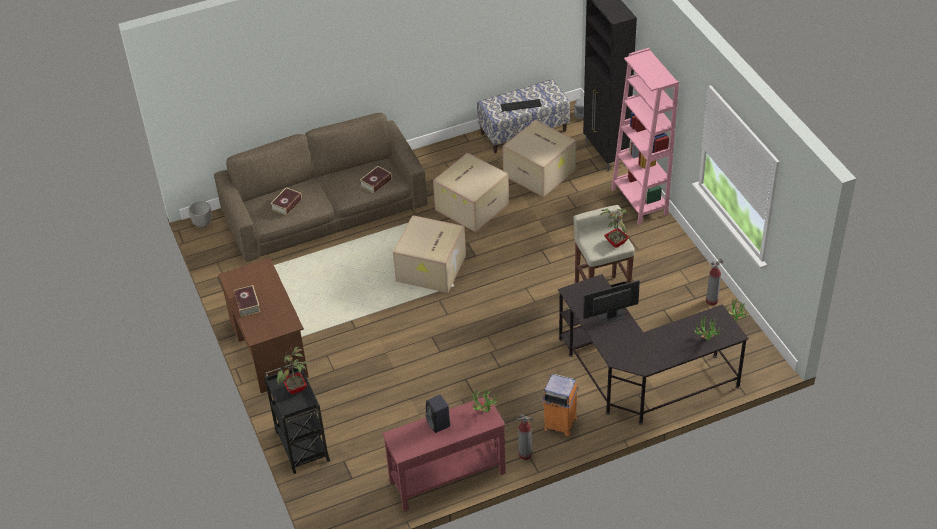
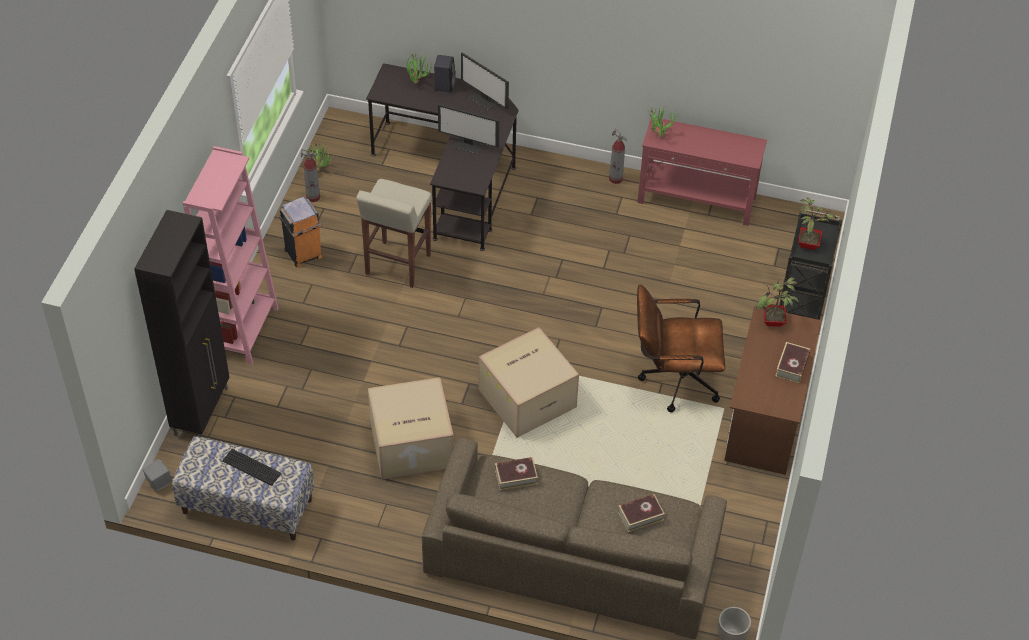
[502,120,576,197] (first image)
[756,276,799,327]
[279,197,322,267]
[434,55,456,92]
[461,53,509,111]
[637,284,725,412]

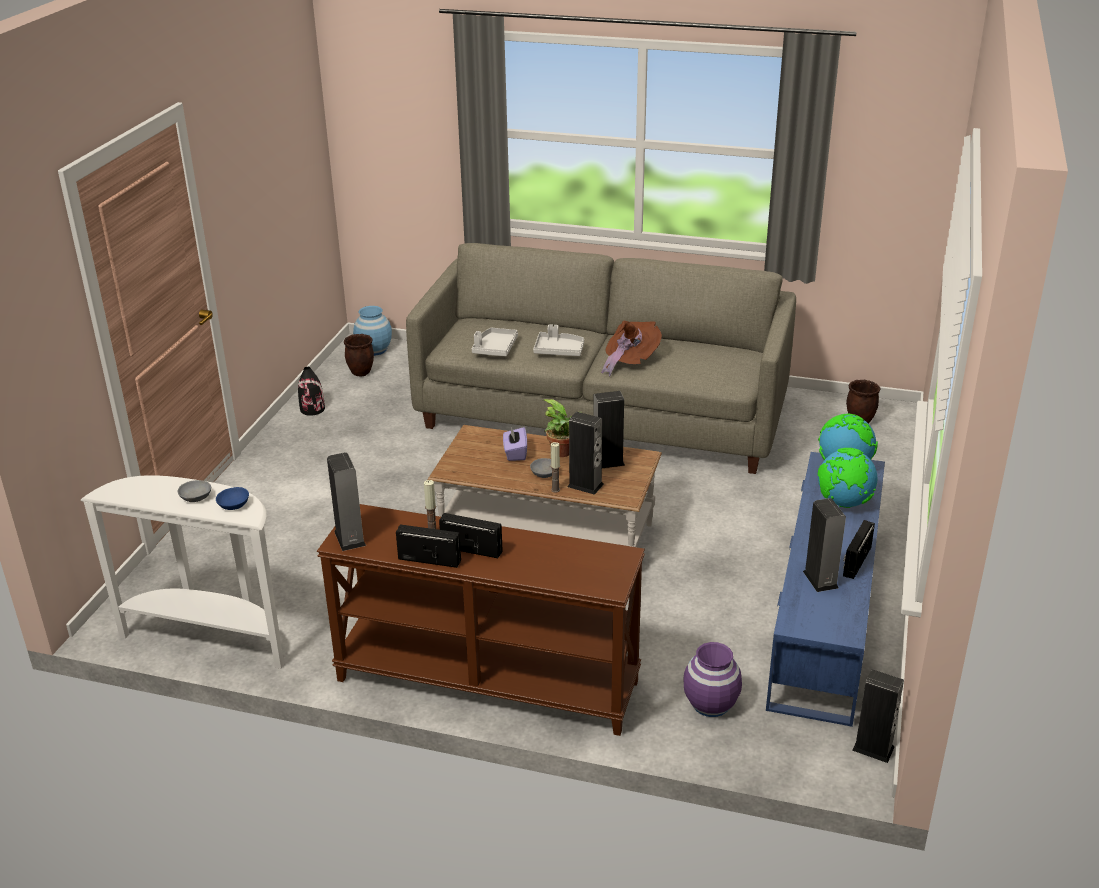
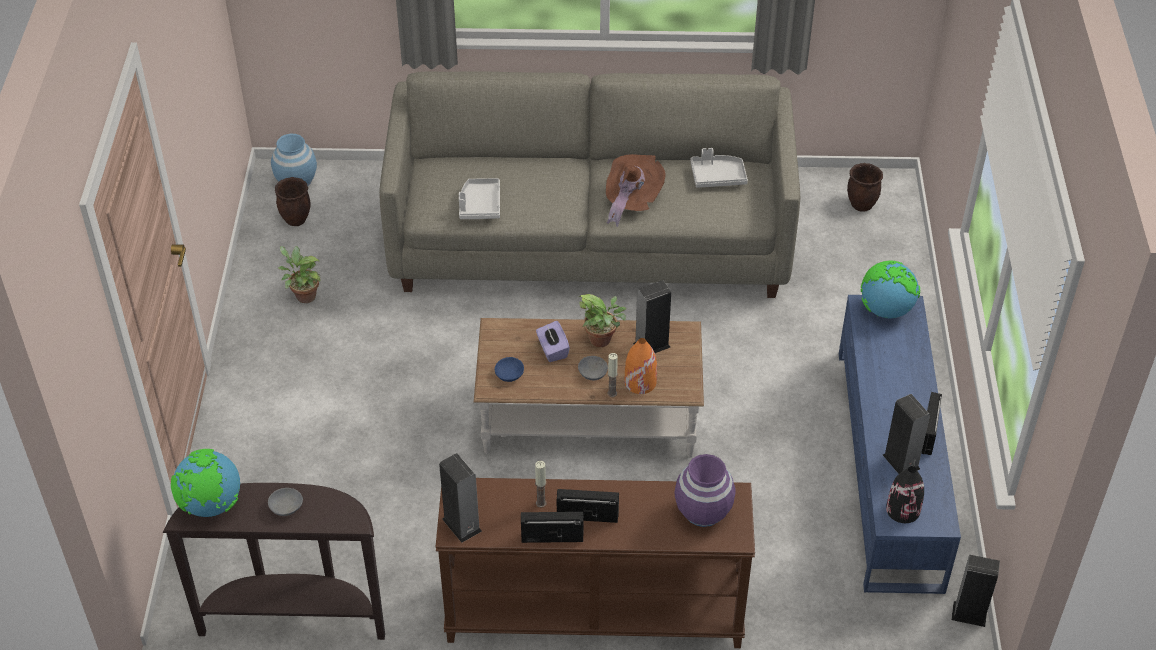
[690,148,748,188]
[886,466,924,523]
[625,338,657,394]
[171,449,240,517]
[162,483,385,640]
[495,357,524,382]
[674,454,736,527]
[278,246,320,303]

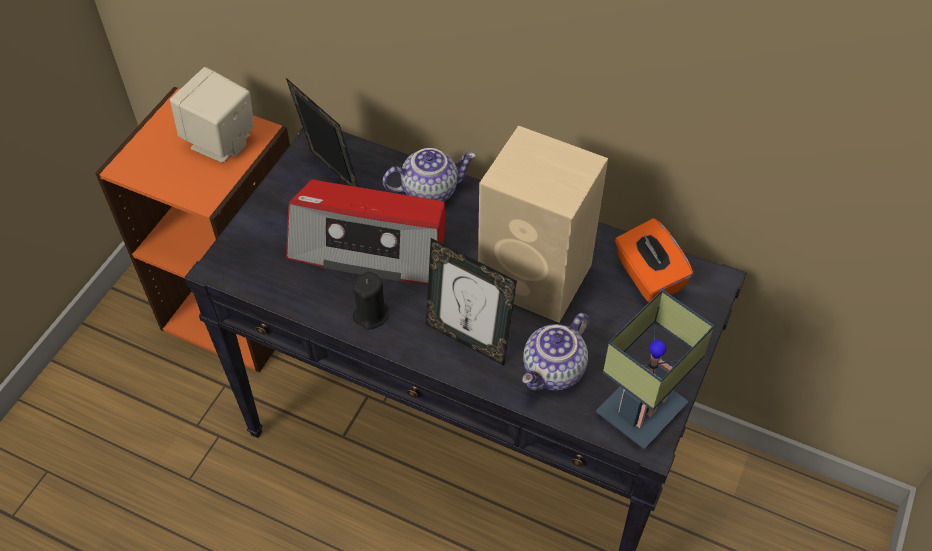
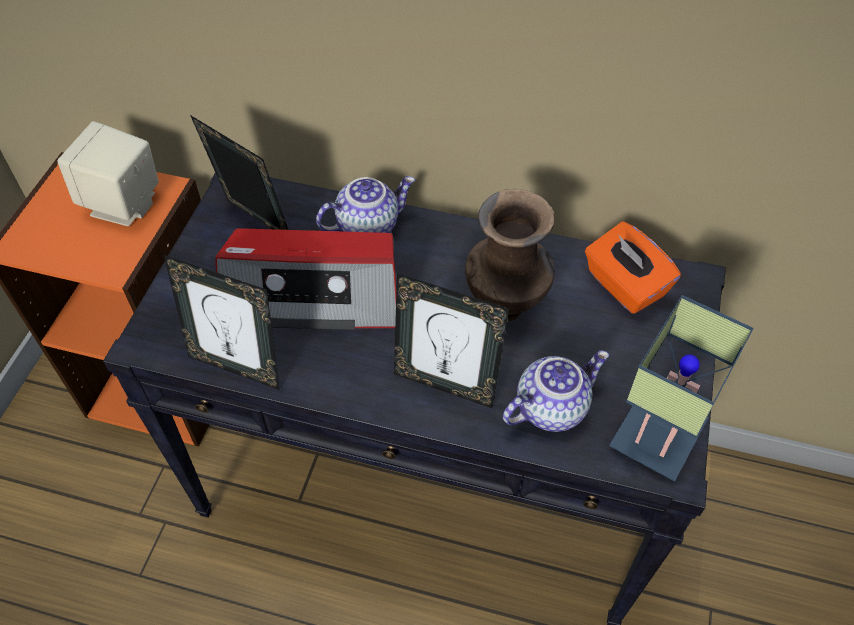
[465,189,555,321]
[353,272,388,330] (first image)
[503,351,609,432]
[164,255,280,390]

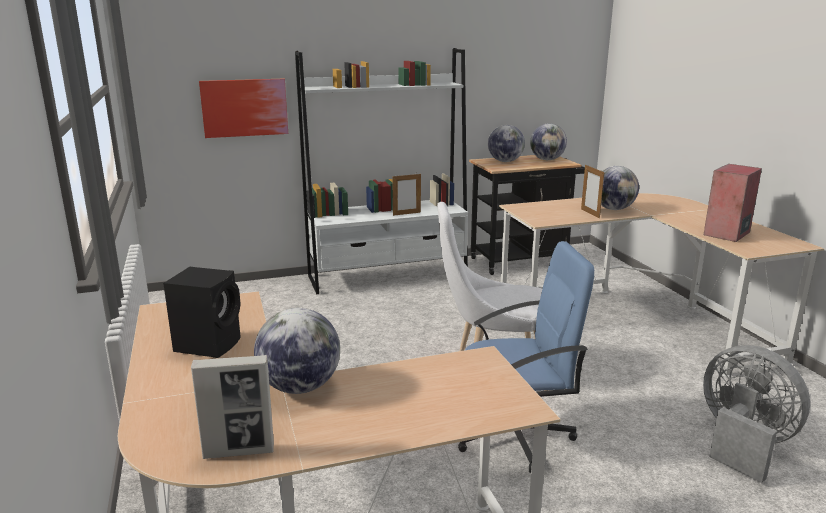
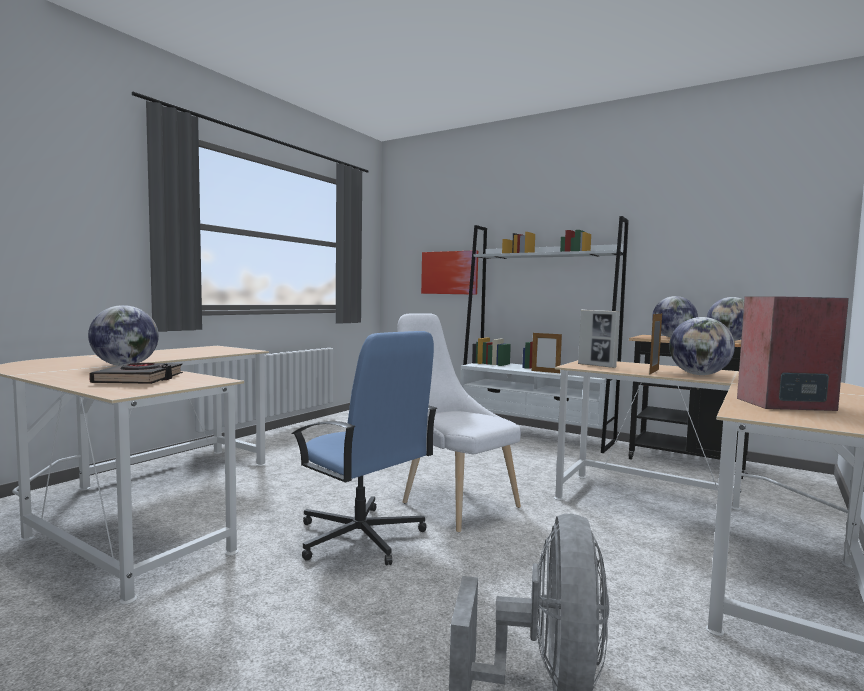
[163,267,241,358] (first image)
[578,309,620,368]
[89,363,183,384]

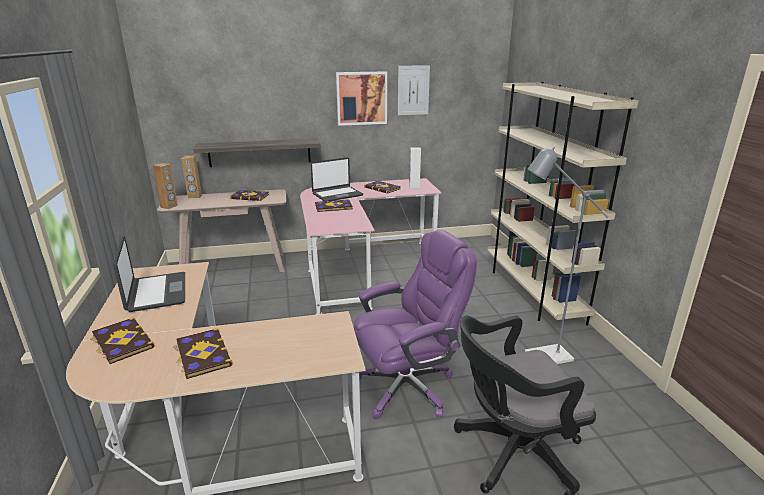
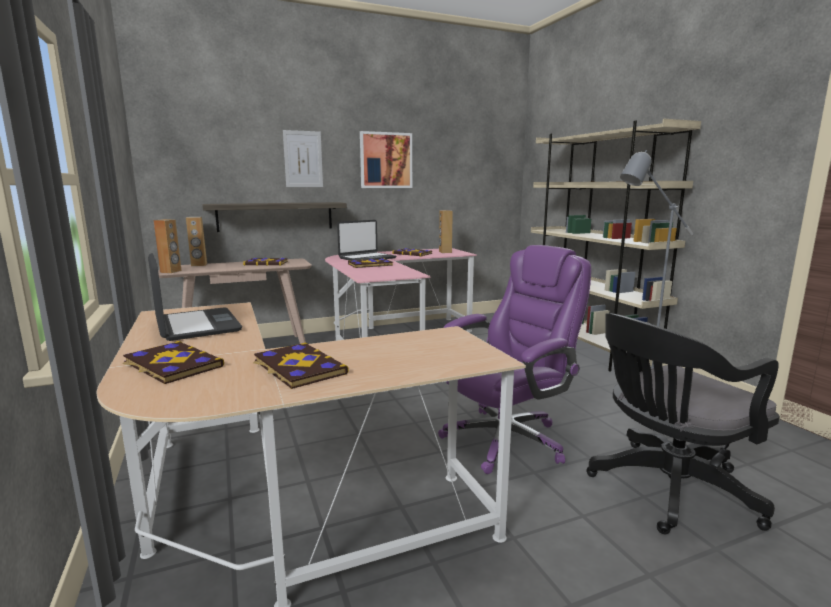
[283,130,323,187]
[439,210,453,253]

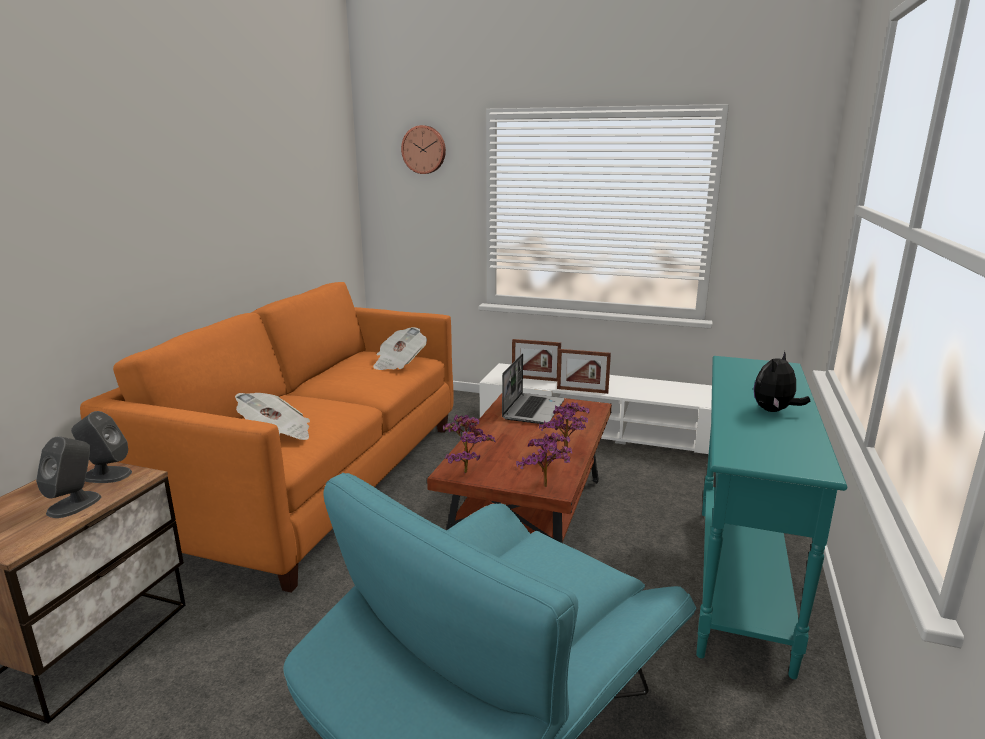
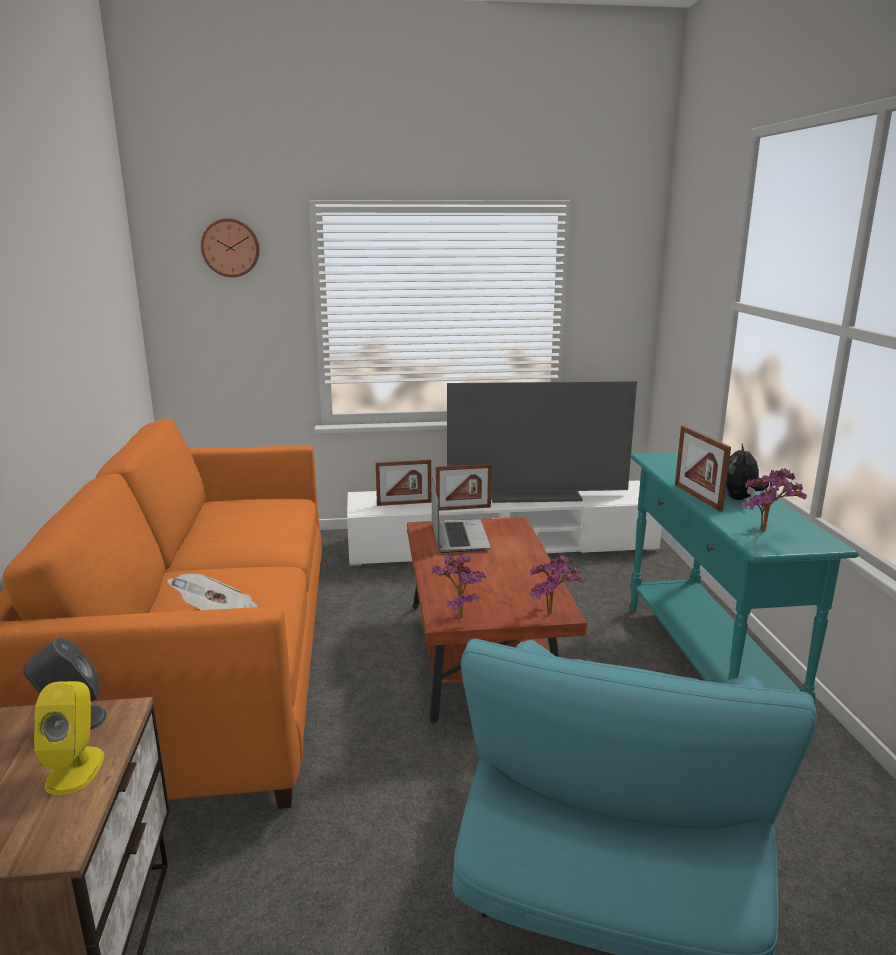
[373,327,427,370] (first image)
[742,468,807,532]
[34,681,104,795]
[447,381,637,503]
[675,426,731,511]

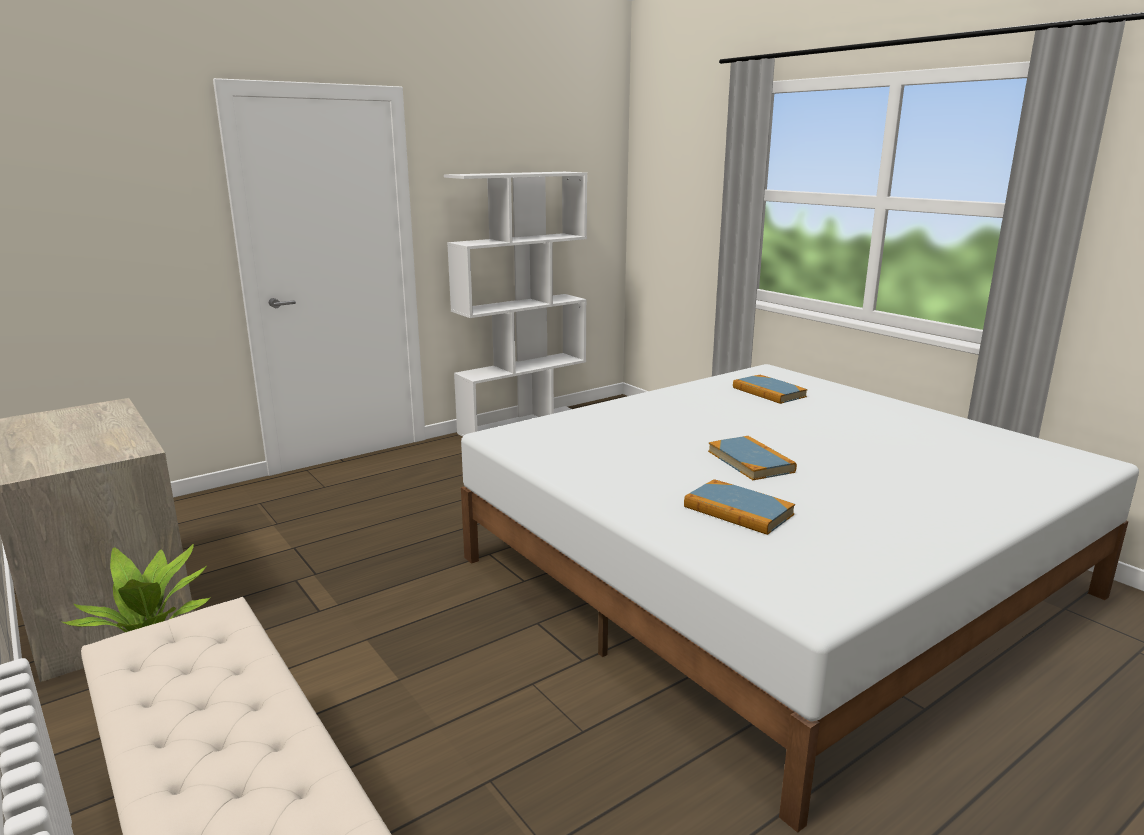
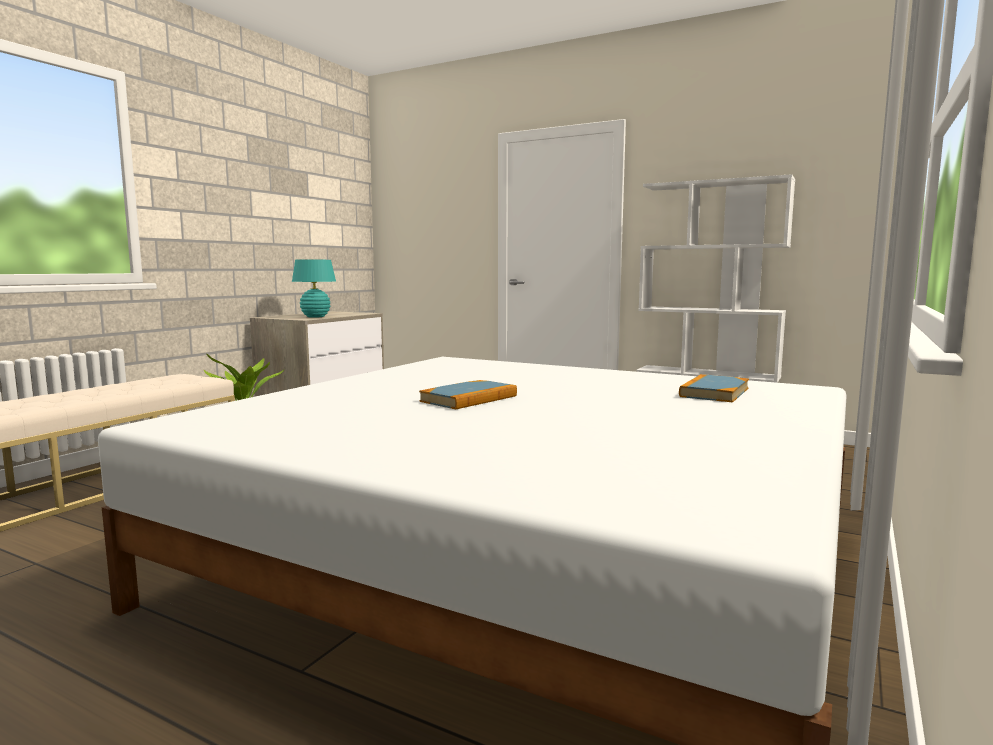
[684,479,795,535] (first image)
[292,260,336,318]

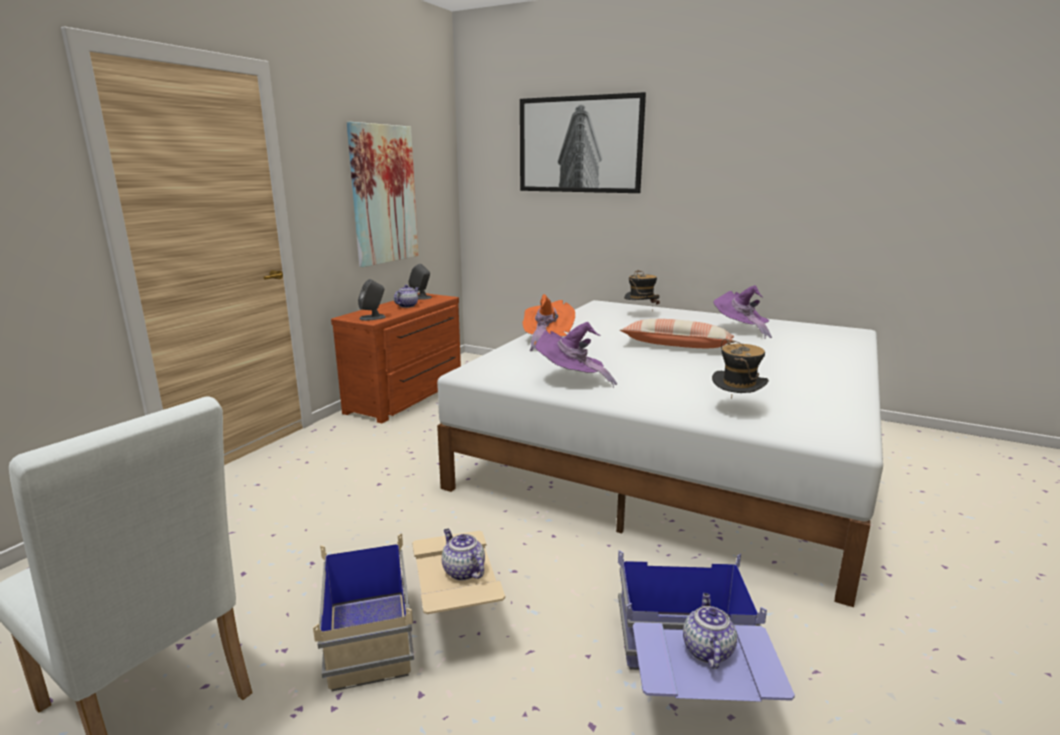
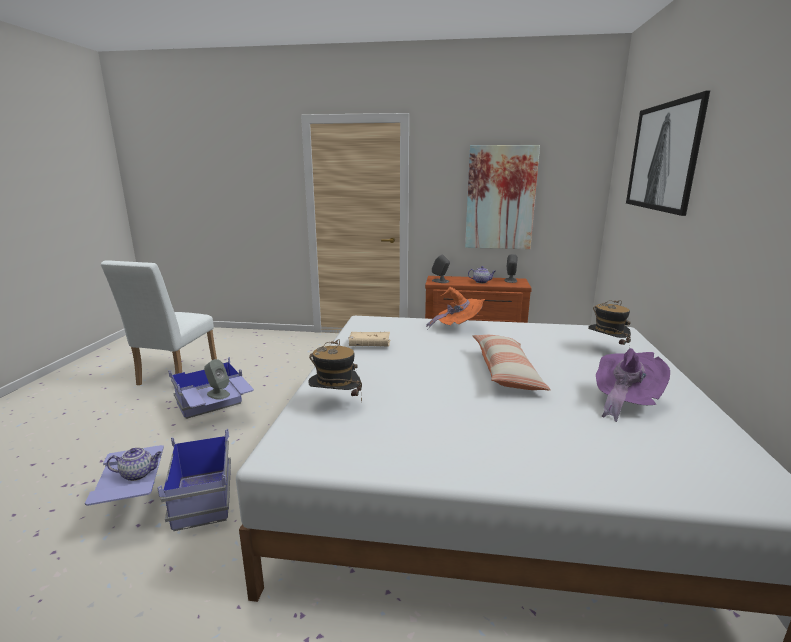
[348,332,390,346]
[204,359,230,400]
[168,357,254,419]

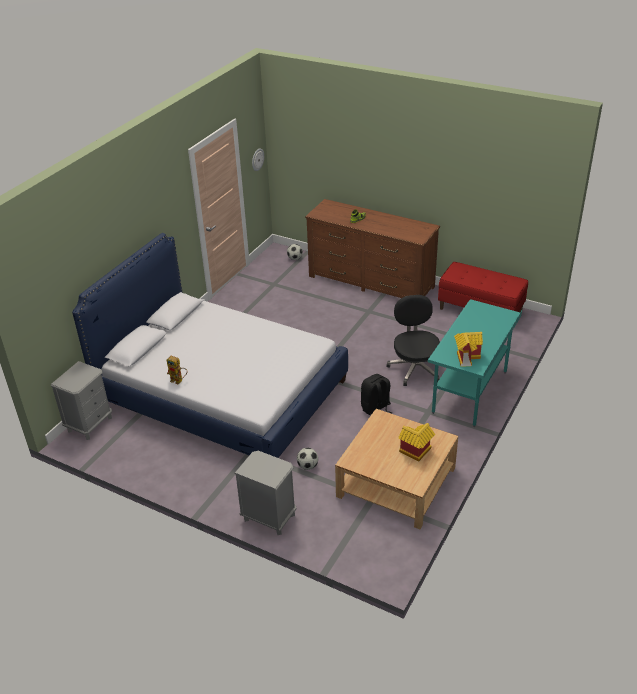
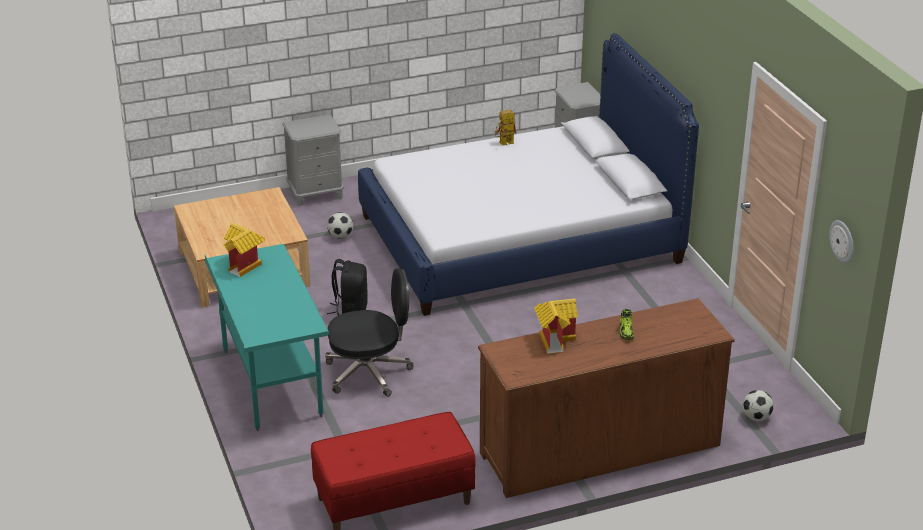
[325,268,413,397]
[534,298,578,354]

